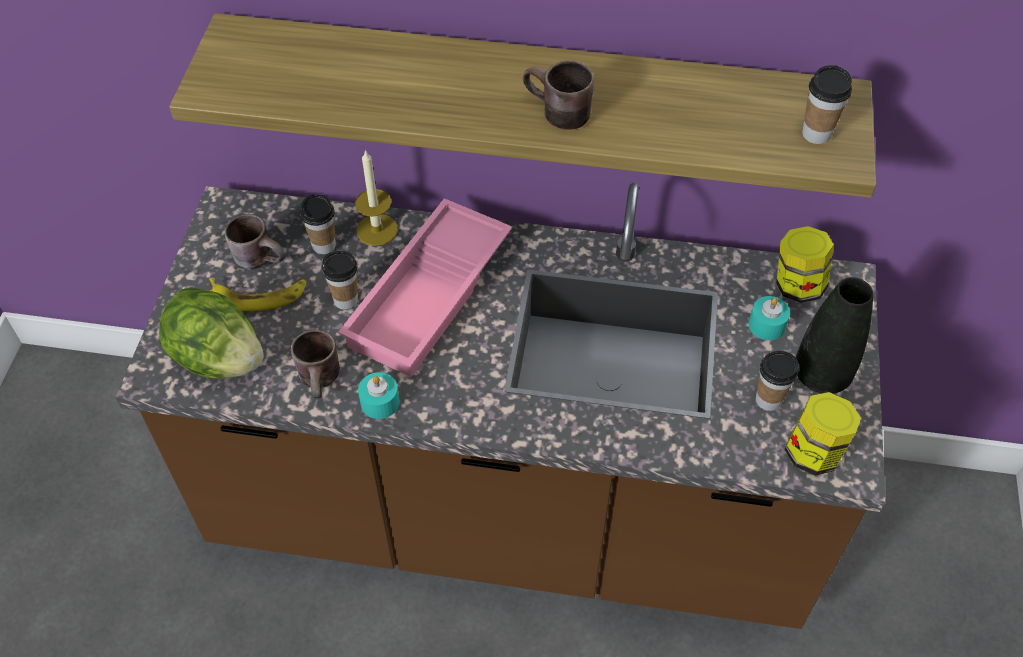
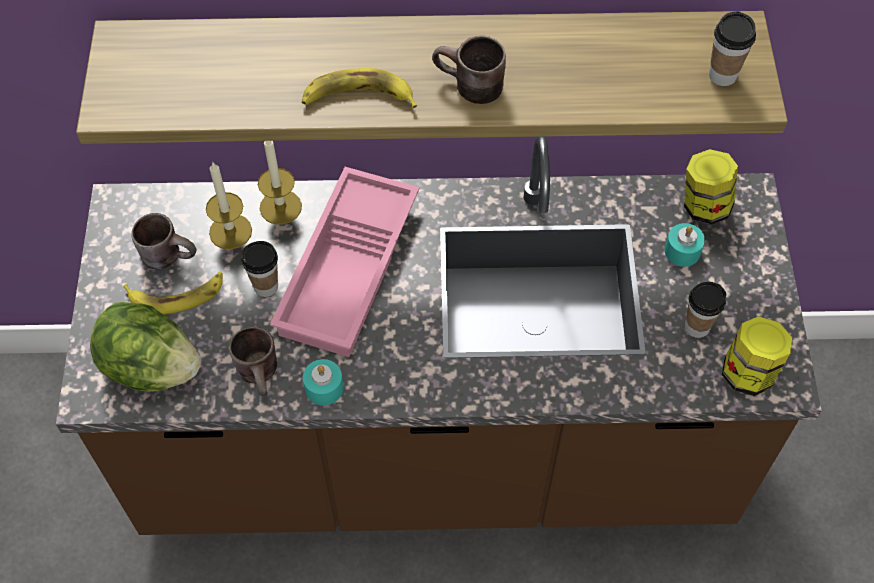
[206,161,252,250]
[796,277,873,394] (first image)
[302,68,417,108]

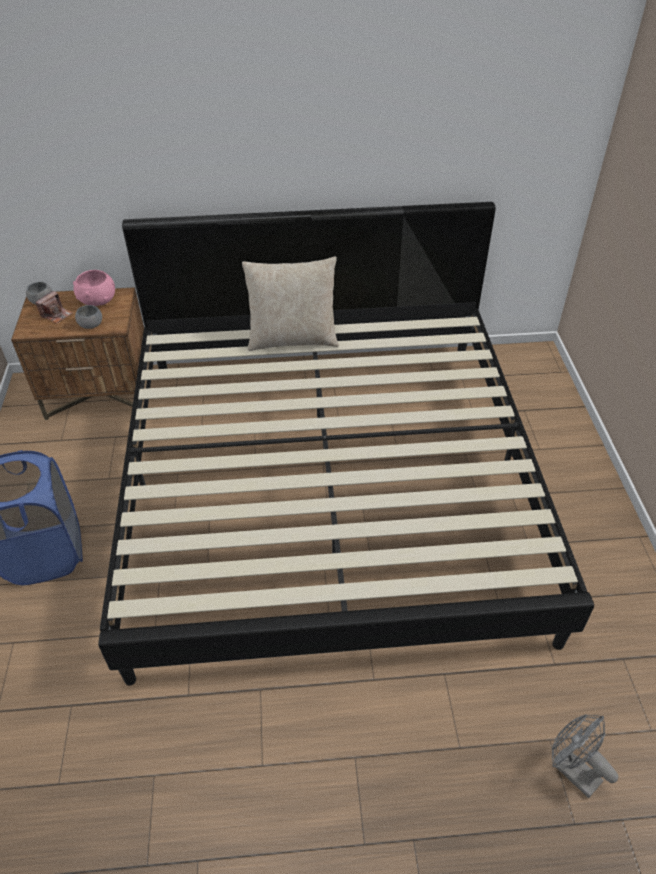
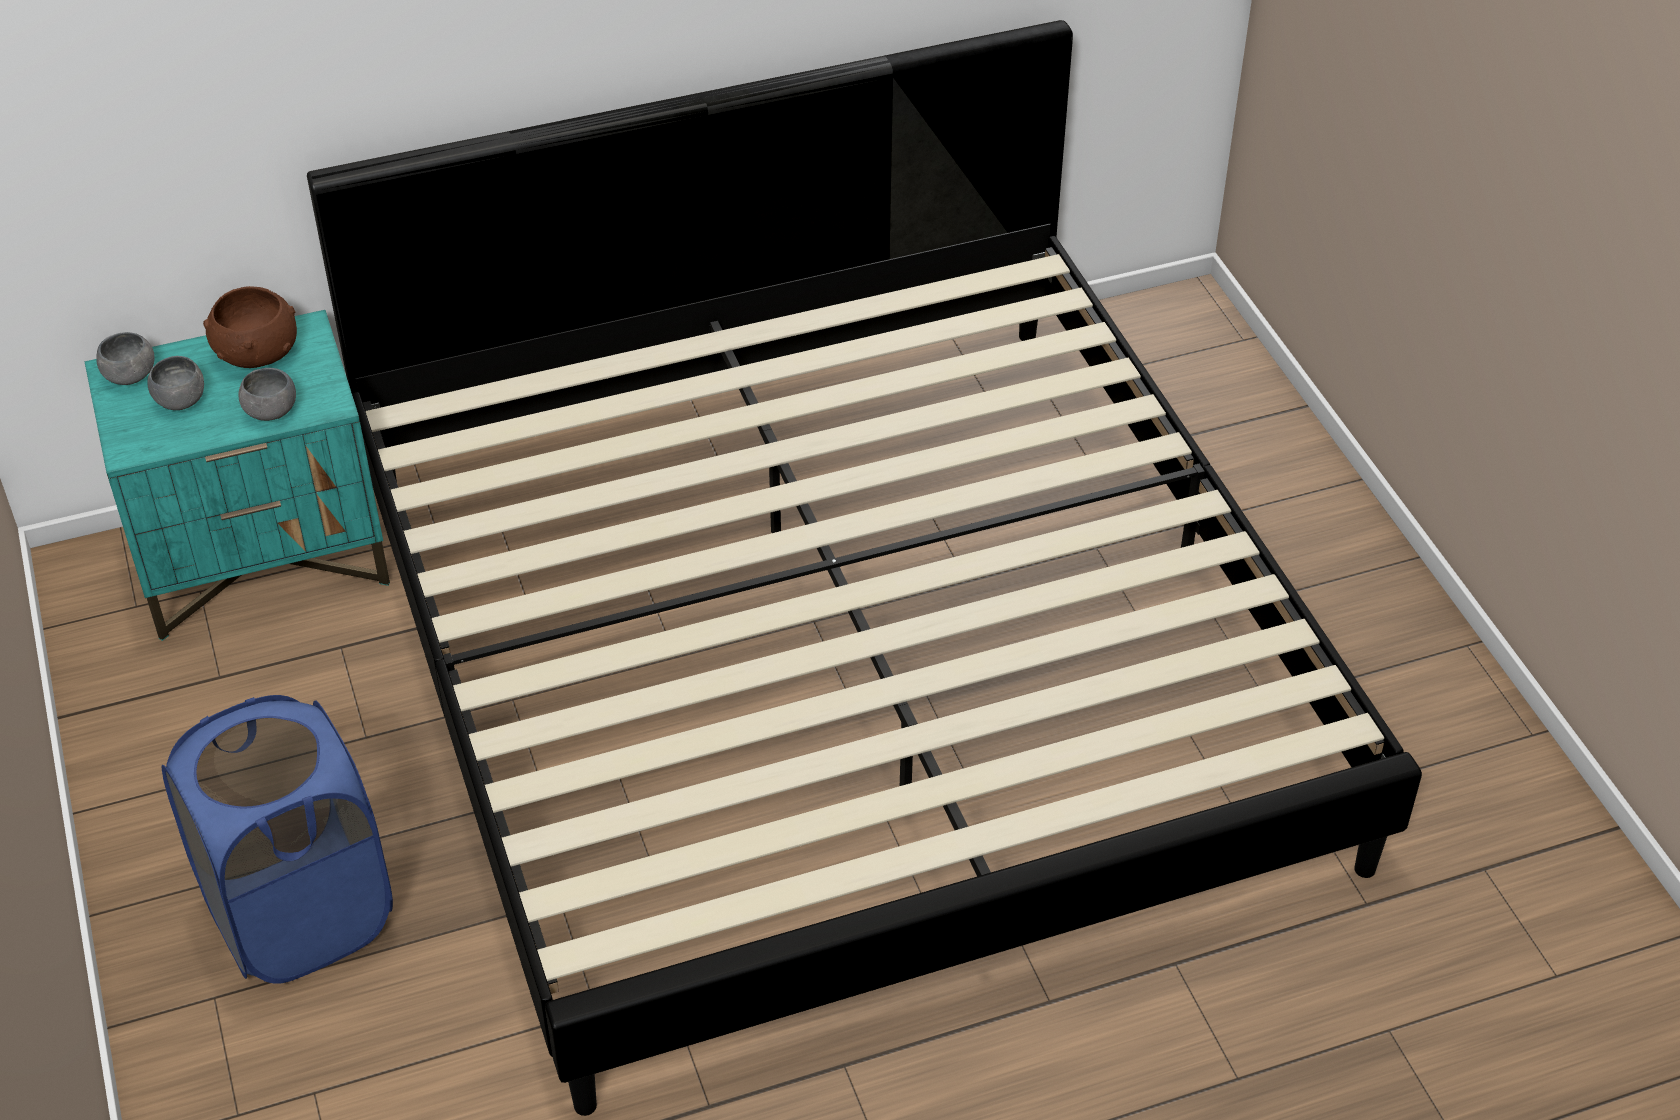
[242,257,339,351] (first image)
[203,286,297,368]
[85,310,390,641]
[147,356,204,410]
[552,714,618,798] (first image)

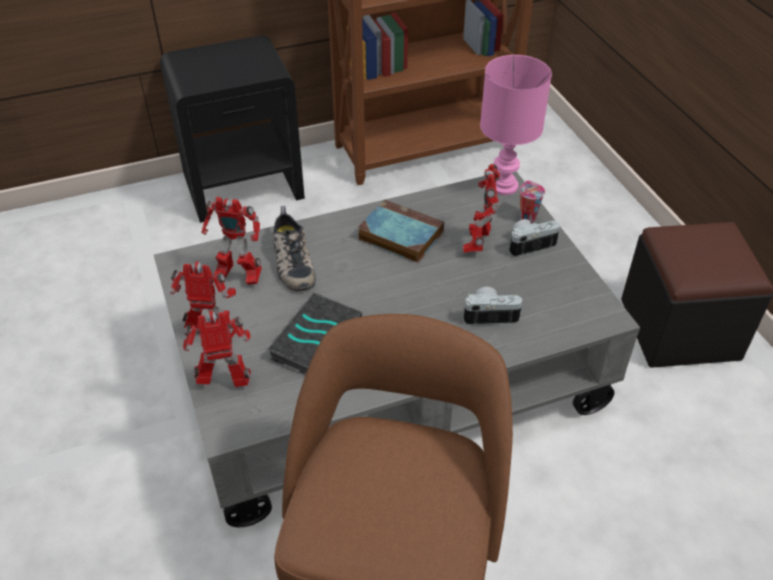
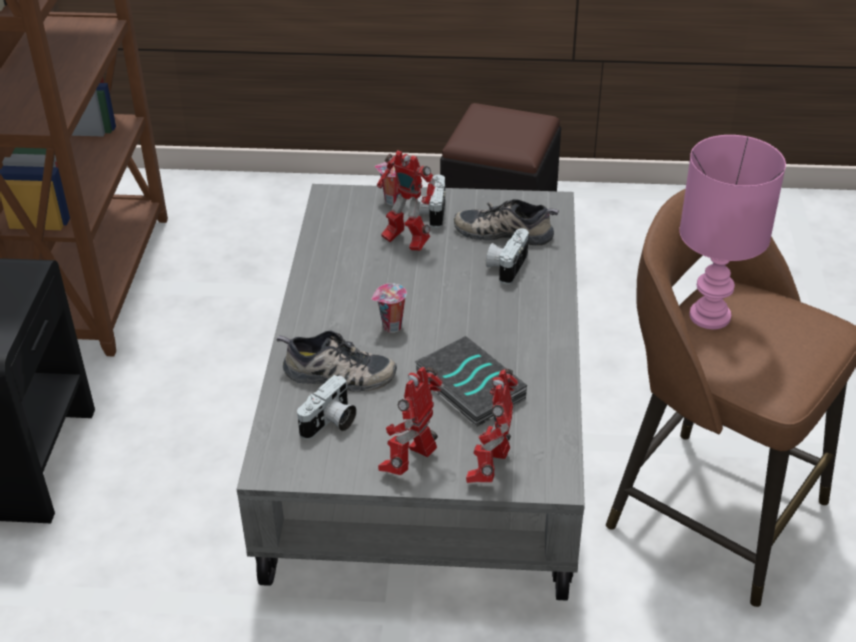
[679,135,786,329]
[297,375,357,440]
[358,199,444,263] (first image)
[454,199,559,246]
[372,283,407,333]

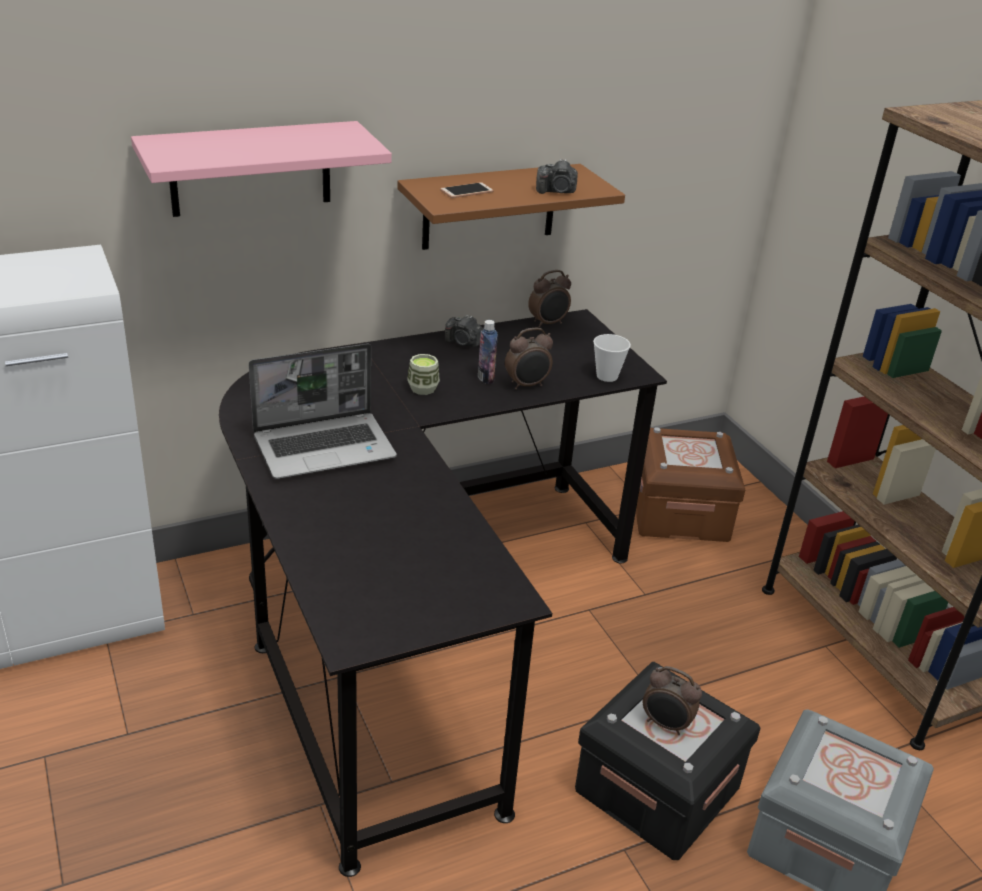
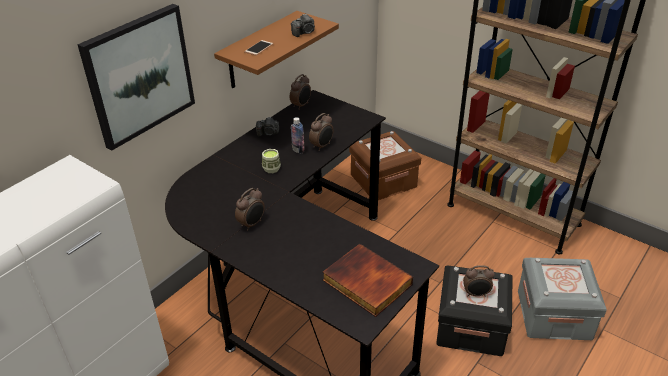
[77,4,195,151]
[593,334,631,382] (first image)
[235,188,265,231]
[322,244,413,317]

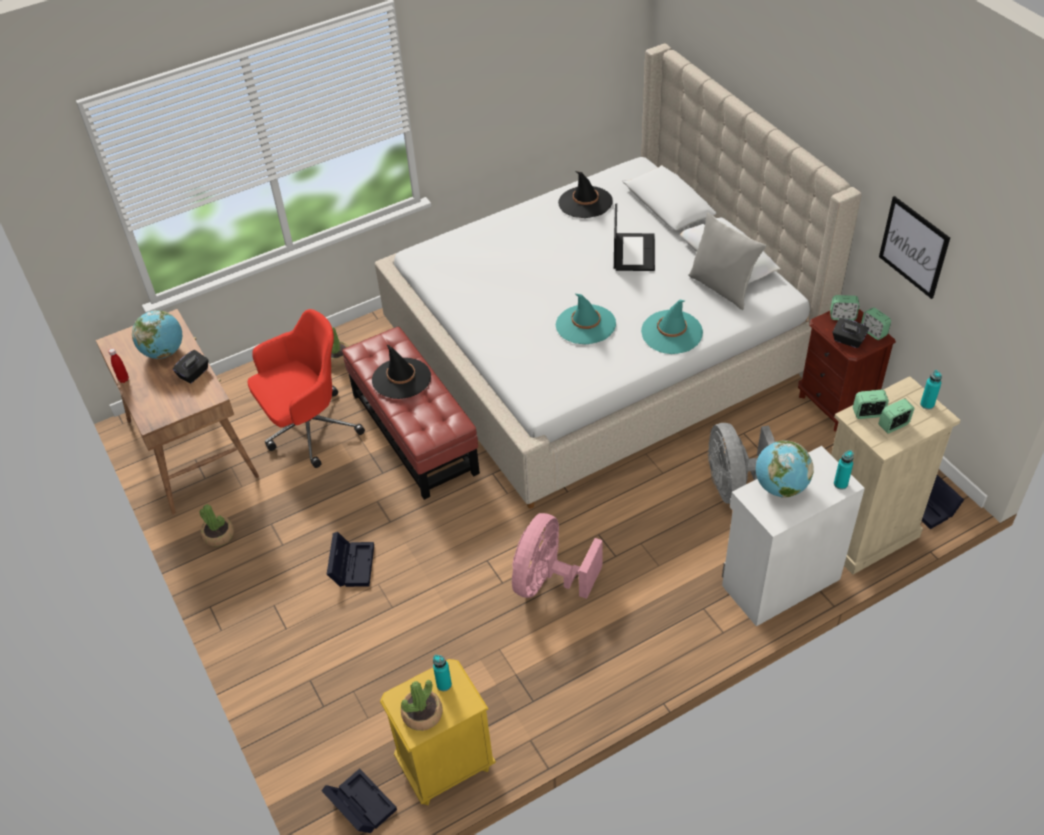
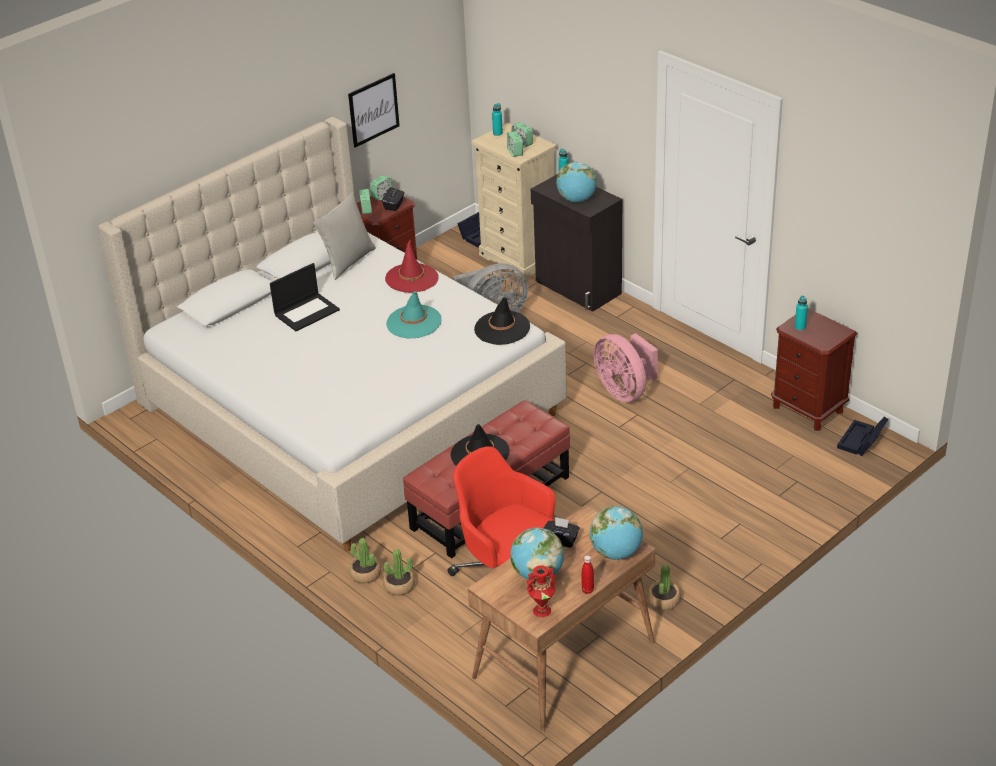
[474,297,530,345]
[270,263,340,331]
[385,241,439,293]
[531,174,622,312]
[594,333,658,402]
[327,532,374,587] (first image)
[771,308,857,431]
[349,538,381,584]
[590,506,643,560]
[526,566,556,617]

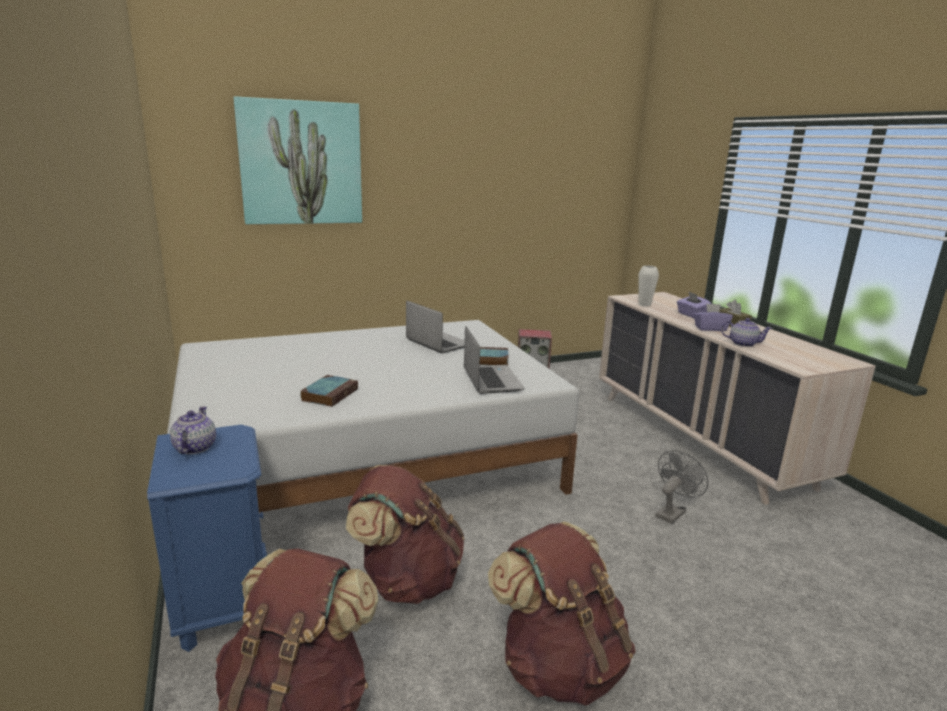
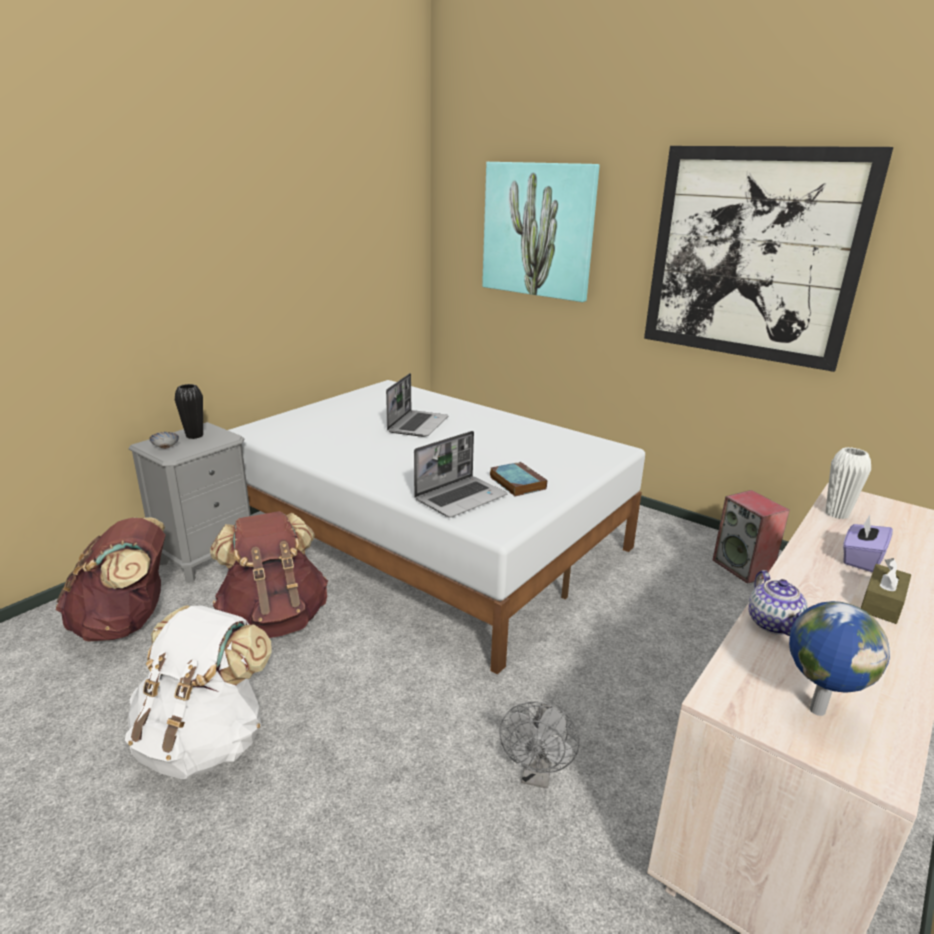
[386,373,449,437]
[694,303,733,331] (first image)
[301,375,358,407] (first image)
[175,384,203,439]
[129,422,251,583]
[499,702,580,788]
[125,605,272,779]
[644,146,893,372]
[150,432,179,449]
[789,601,890,716]

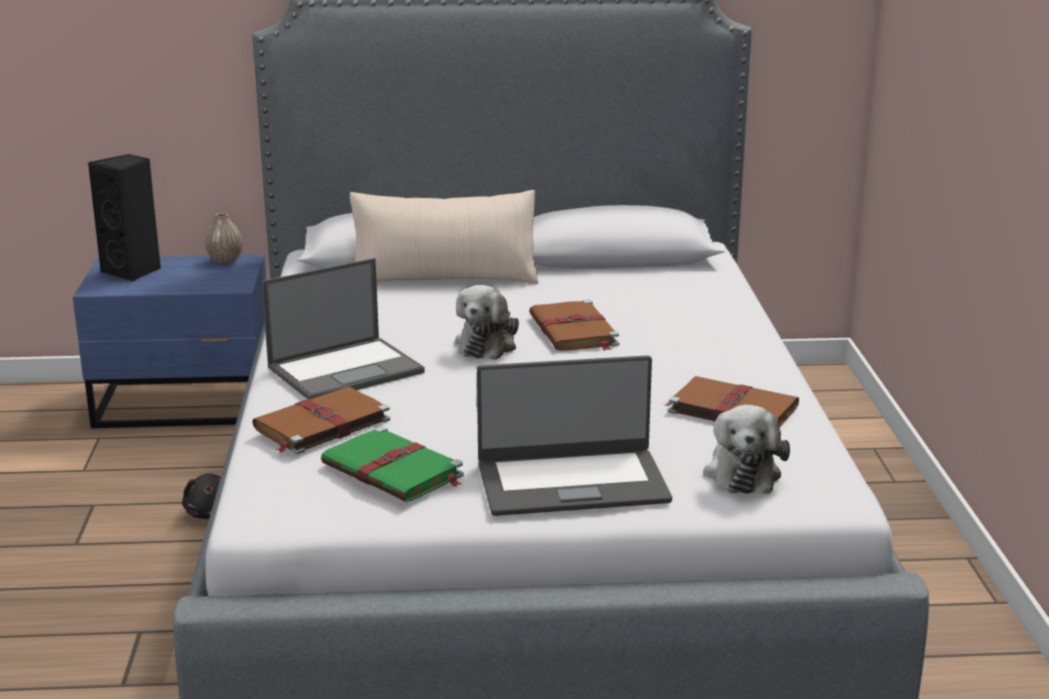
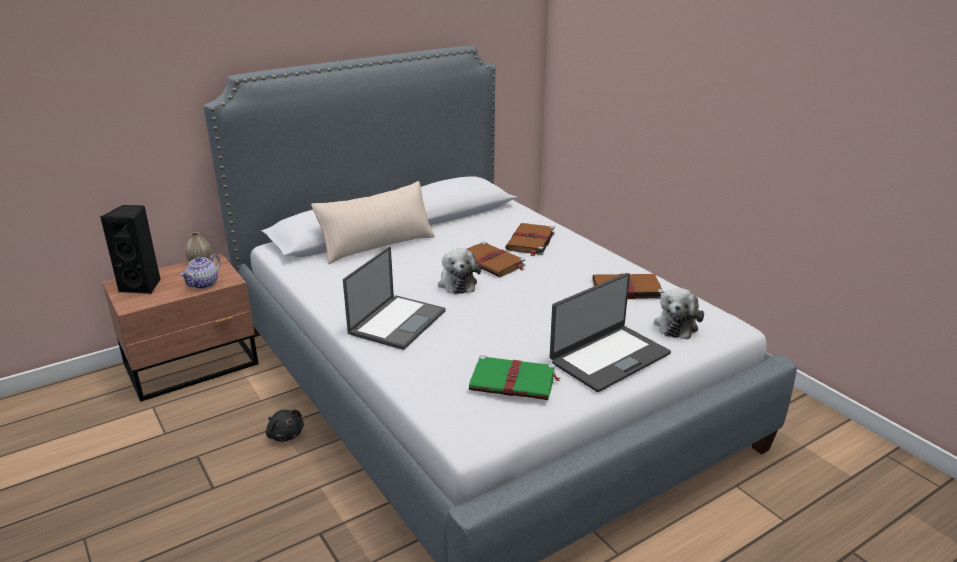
[102,253,258,402]
[505,223,555,256]
[654,288,704,339]
[180,254,220,289]

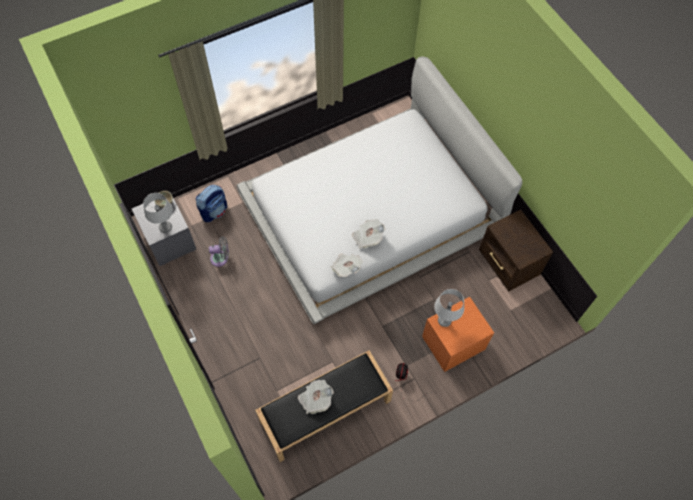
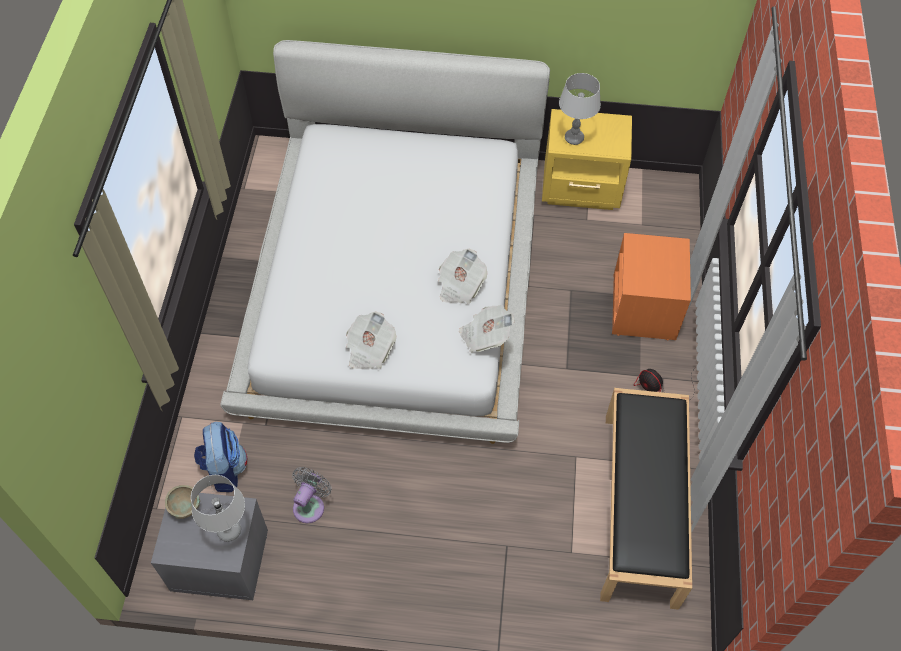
[542,109,632,210]
[559,73,601,145]
[346,312,396,369]

